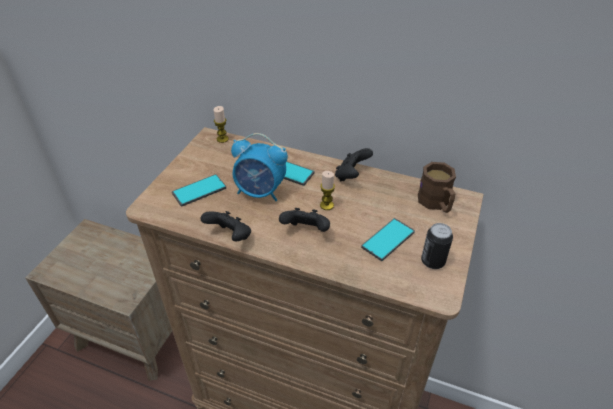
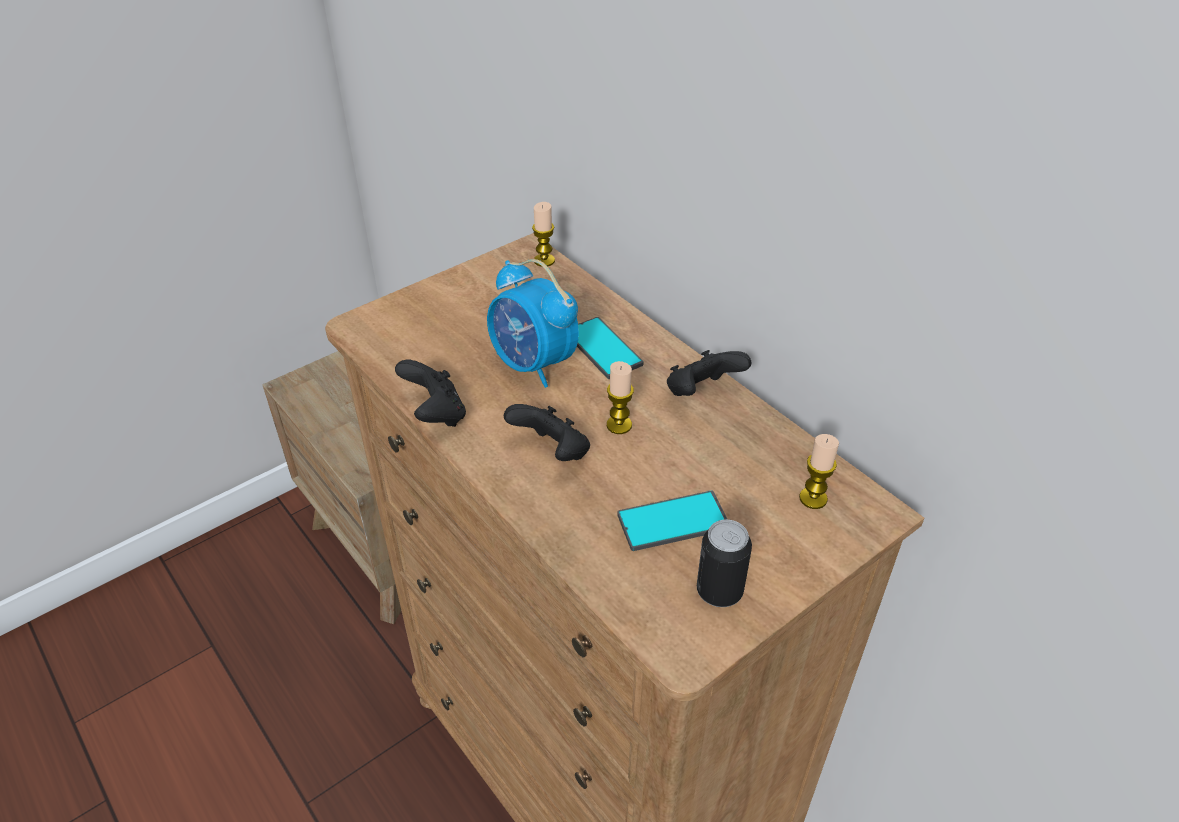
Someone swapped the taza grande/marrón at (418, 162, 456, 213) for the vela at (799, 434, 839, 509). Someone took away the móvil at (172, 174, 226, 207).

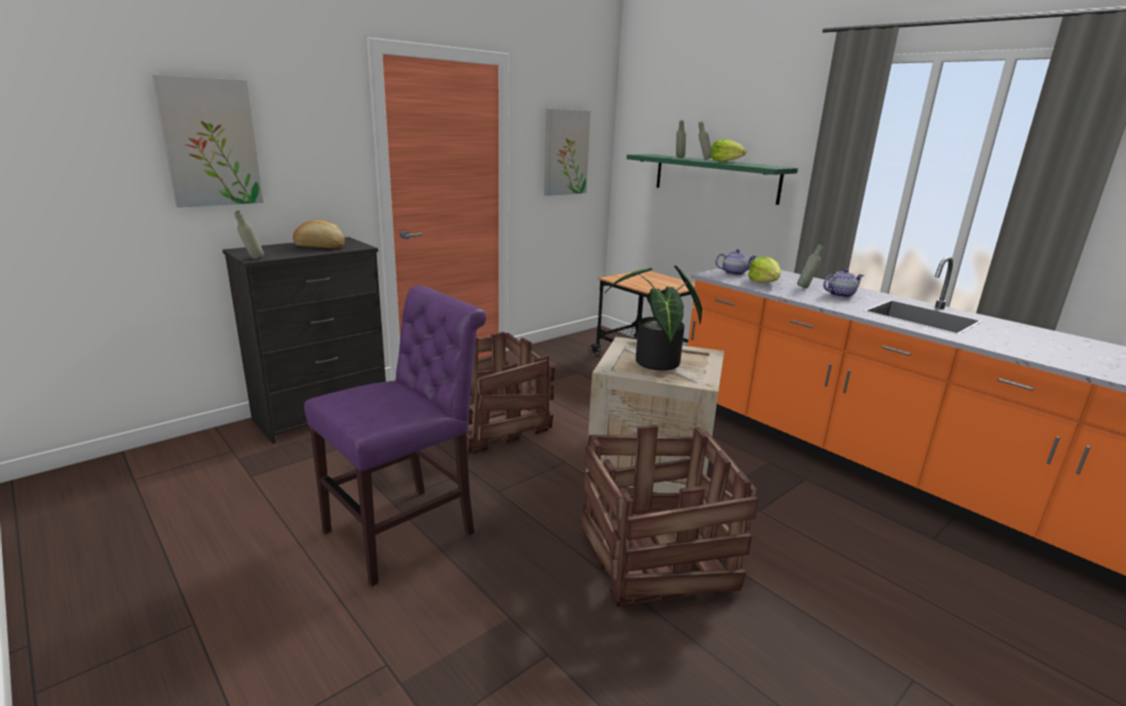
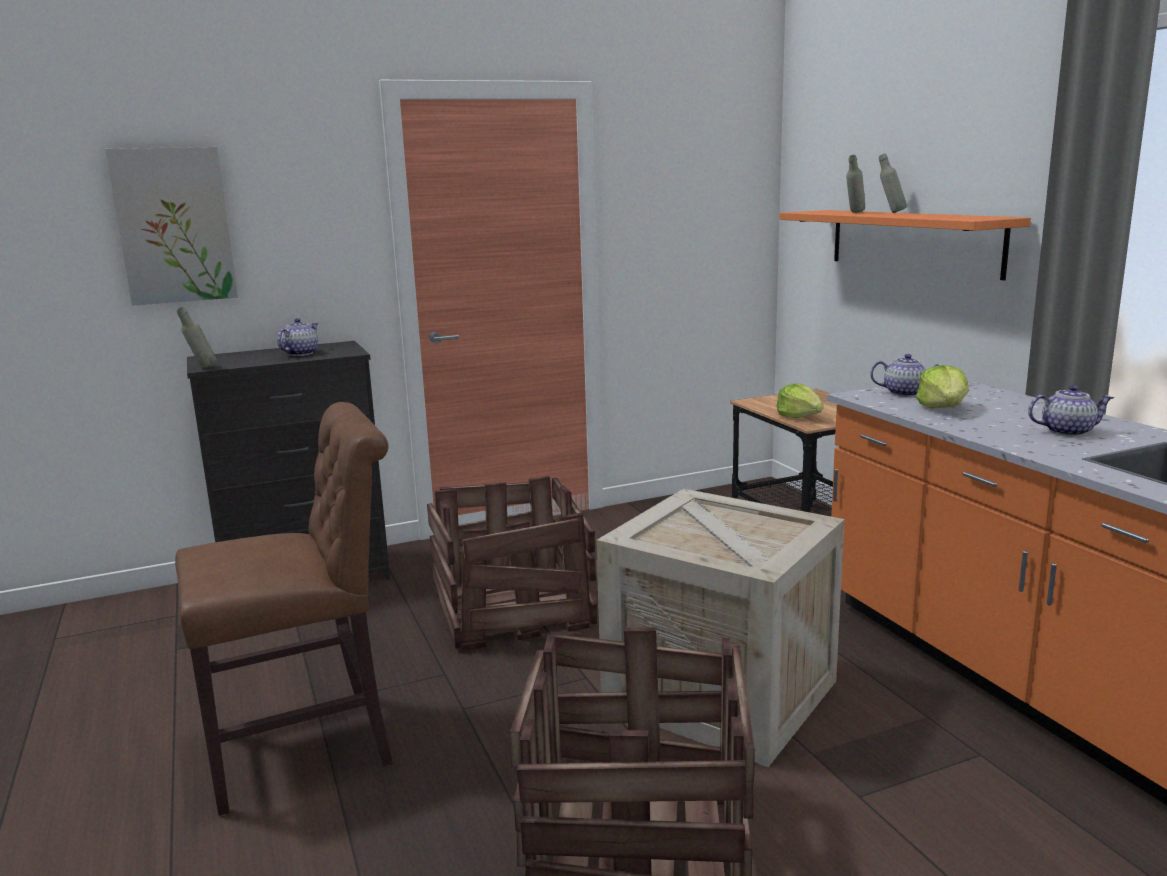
Someone repainted the silla/morado at (304, 285, 487, 586), which became the silla/marrón at (175, 402, 393, 816). Someone swapped the pan at (293, 220, 345, 248) for the tetera at (277, 318, 318, 356). Someone carried the lechuga from (710, 139, 747, 162) to (777, 384, 823, 418). Someone repainted the estante/verde at (627, 154, 798, 205), which became the estante/naranja at (779, 210, 1031, 280). Someone took away the cuadro at (544, 109, 591, 196). Someone took away the planta en maceta at (605, 266, 702, 371). Someone took away the botella/gris at (797, 244, 824, 288).

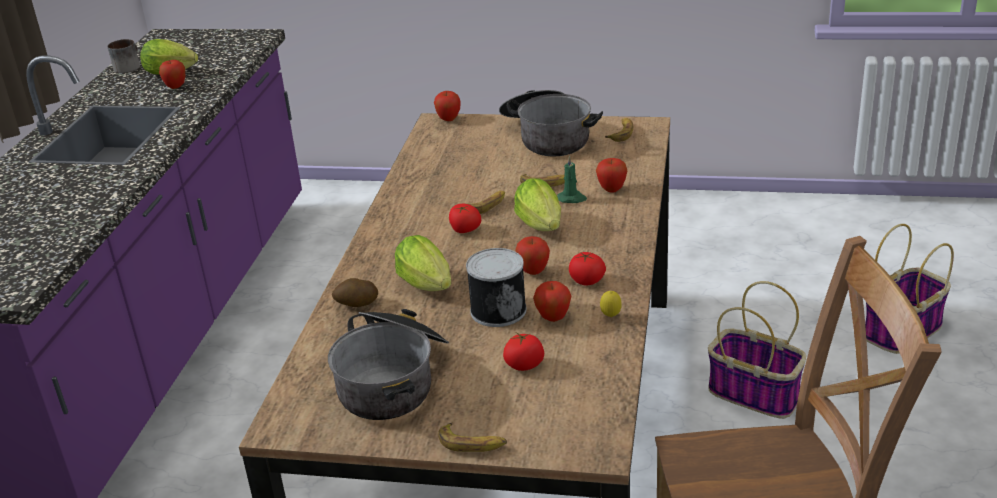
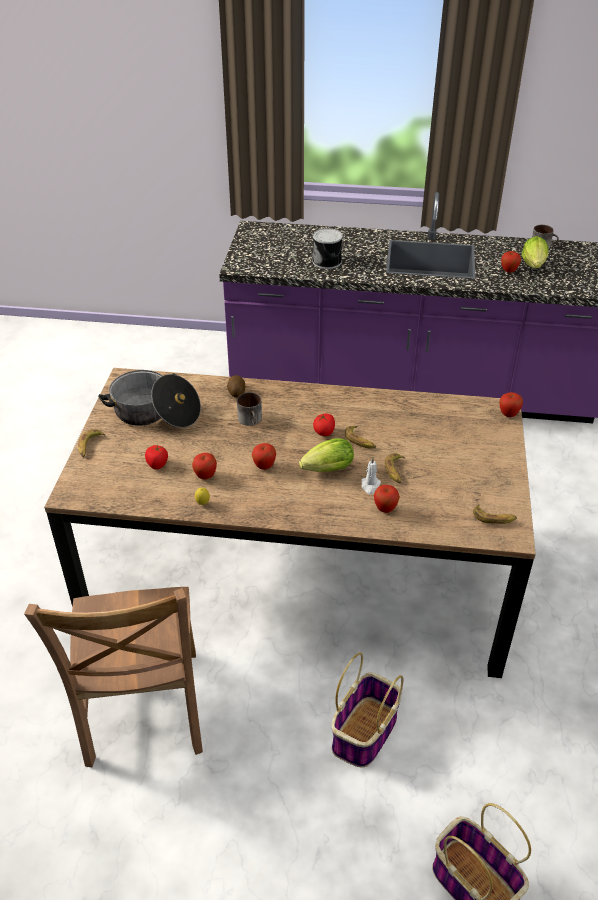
Someone swapped the lechuga at (395, 235, 452, 291) for the taza grande at (237, 392, 262, 426). Someone carried the lata from (466, 248, 527, 327) to (313, 228, 343, 269). Someone repainted the vela/verde at (557, 155, 587, 203), which became the vela/blanco at (361, 457, 381, 494). Someone took away the olla at (499, 90, 603, 156). Someone took away the tomate at (569, 252, 606, 285).

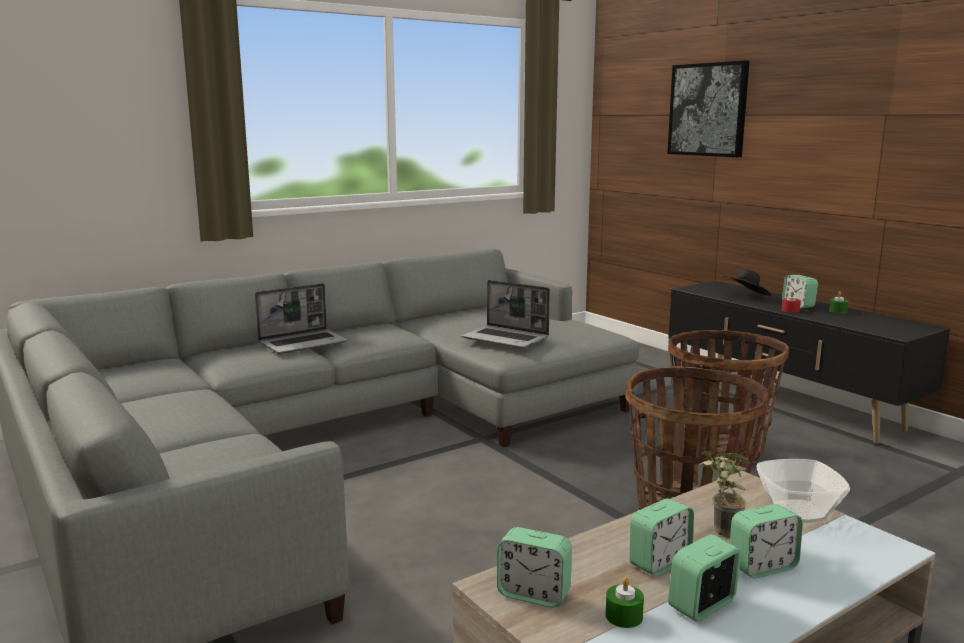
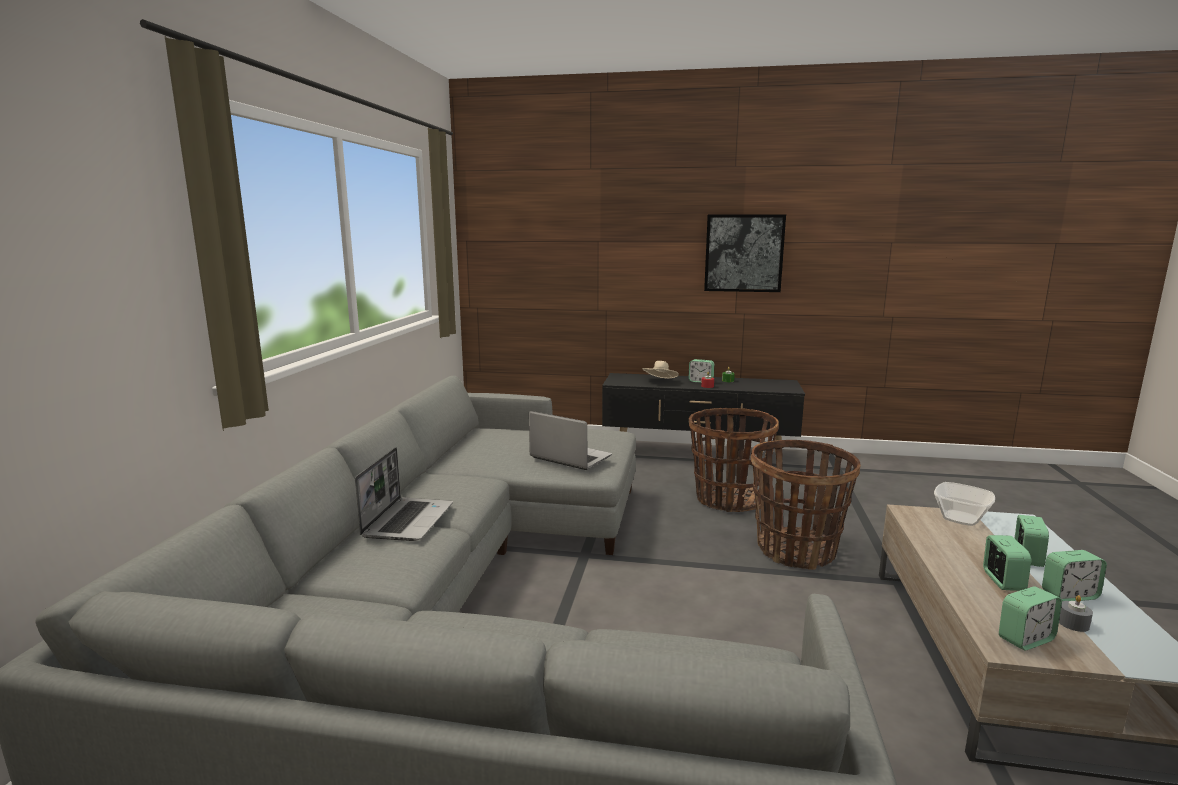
Someone rotated the portátil at (461, 280, 550, 349) by 135 degrees counterclockwise. Someone repainted the sombrero/negro at (723, 269, 771, 296), which became the sombrero/beis at (642, 361, 679, 379). Someone carried the cuadro from (667, 61, 749, 157) to (704, 214, 786, 292). Someone rotated the despertador at (668, 534, 741, 622) by 105 degrees counterclockwise. Someone repainted the vela/verde at (606, 577, 644, 628), which became the vela/gris at (1059, 595, 1093, 632). Someone took away the planta en maceta at (700, 451, 750, 538).

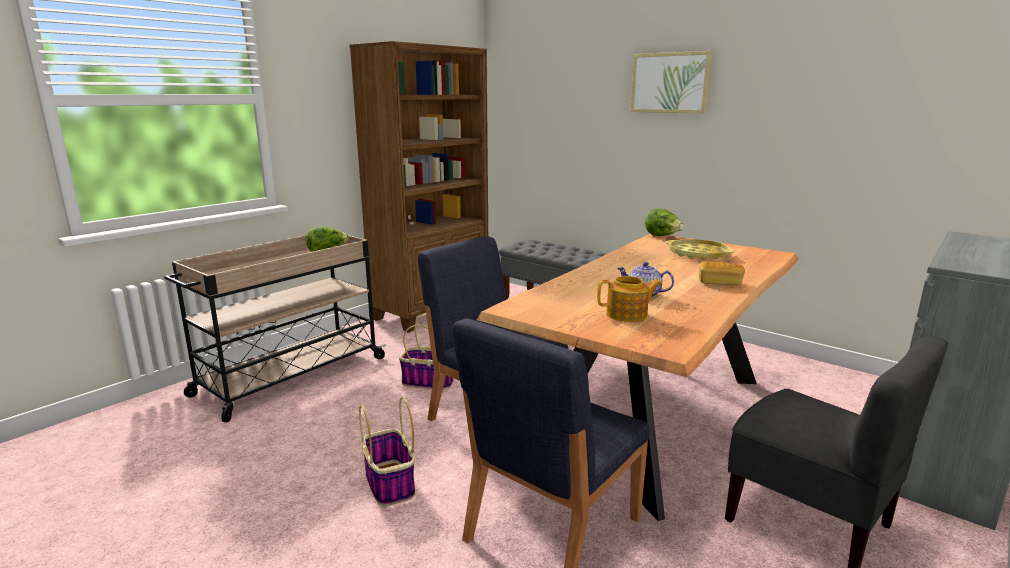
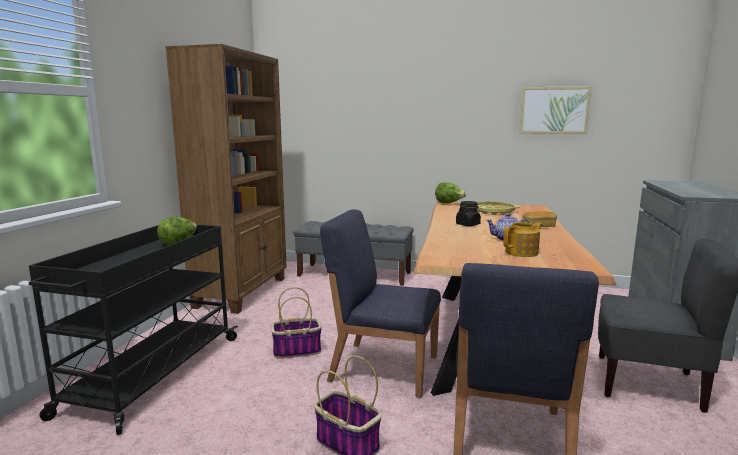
Someone repainted the carrito/beis at (164, 235, 386, 422), which became the carrito/negro at (29, 225, 238, 435). Someone put down the tarro/negro at (456, 201, 481, 226). Someone carried the cuadro from (631, 51, 712, 114) to (519, 86, 592, 134).

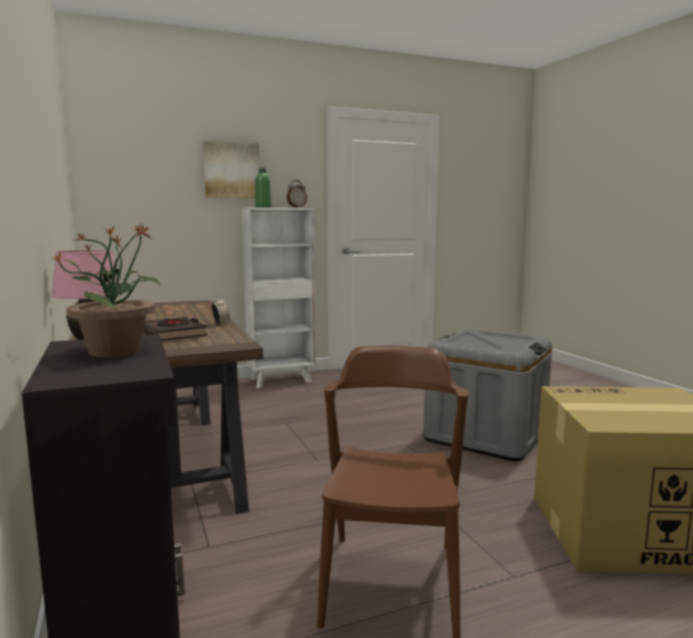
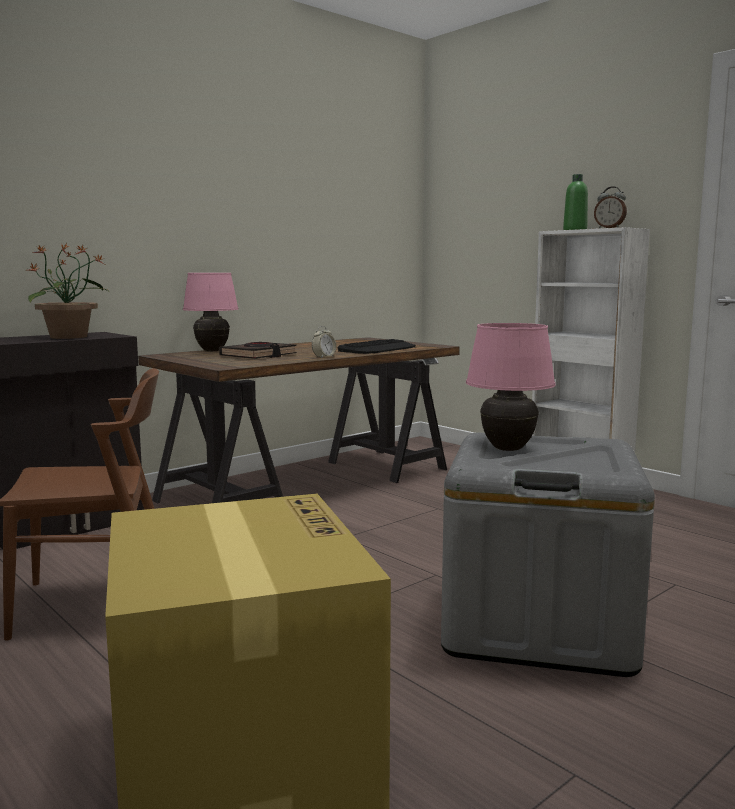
Someone put down the teclado at (338, 339, 416, 354). Someone put down the lámpara de mesa/rosa at (466, 323, 556, 451). Someone took away the cuadro at (203, 141, 260, 199).

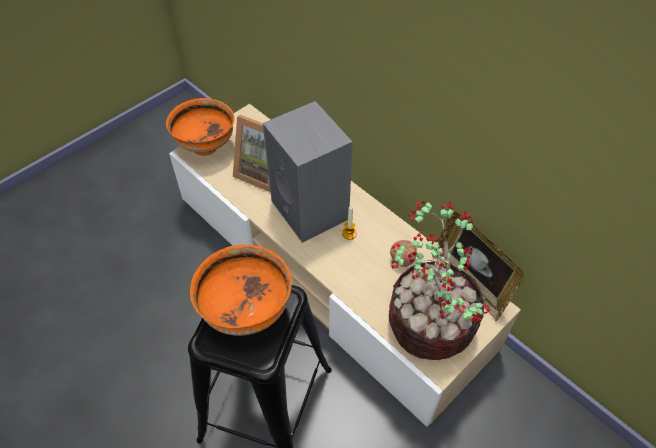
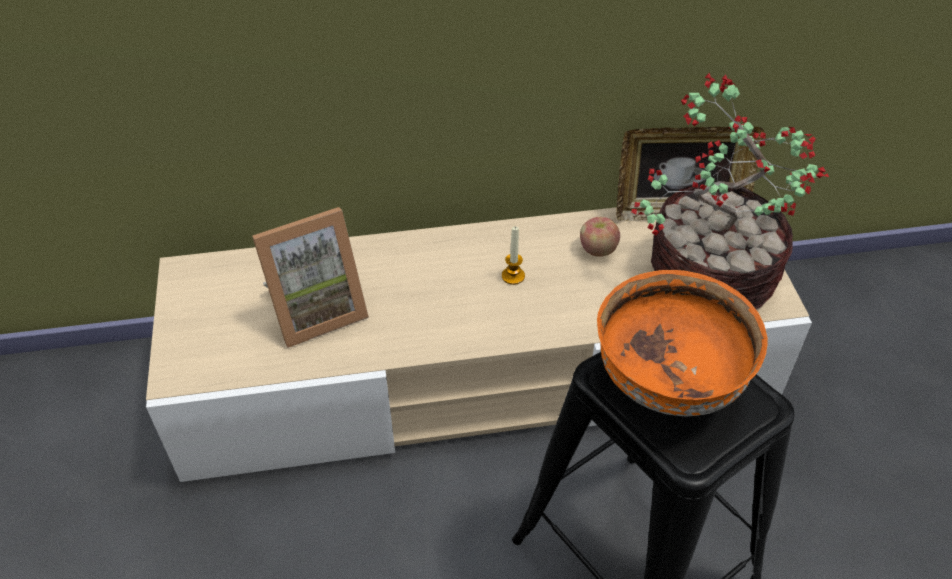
Someone took away the cuenco/naranja at (166, 98, 235, 156). Someone took away the altavoz/gris at (263, 101, 353, 243).

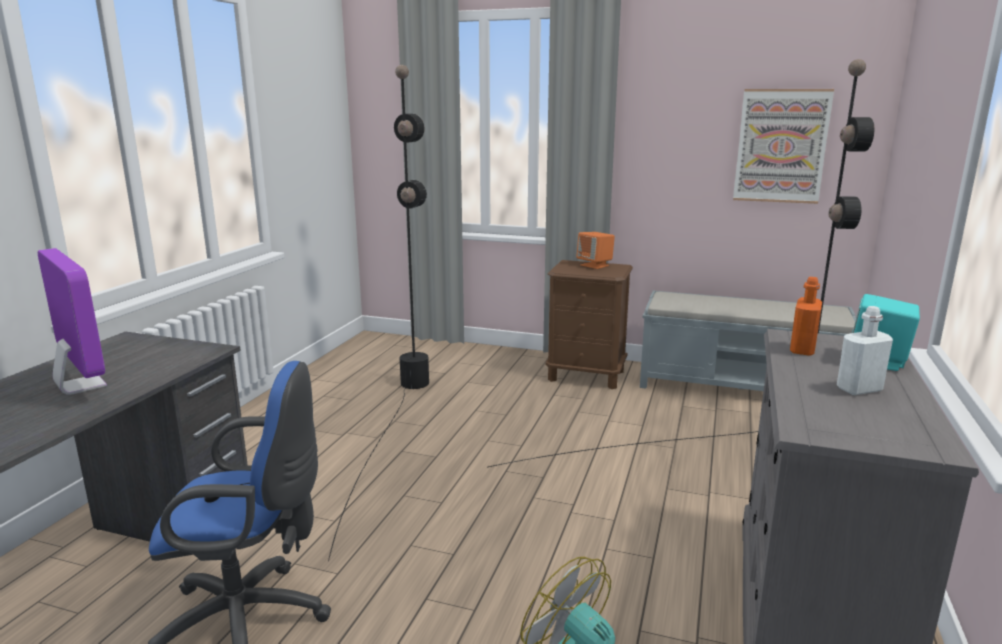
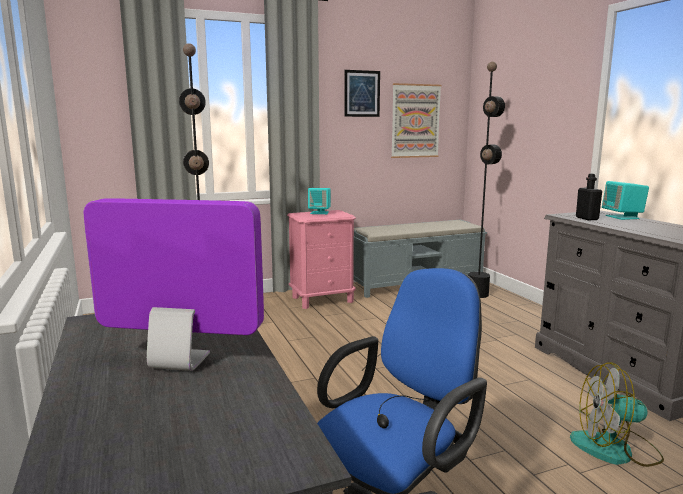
Someone repainted the mesita de noche/marrón at (545, 260, 633, 389), which became the mesita de noche/rosa at (287, 210, 356, 309). Someone repainted the altavoz/naranja at (576, 232, 615, 269), which became the altavoz/turquesa at (308, 188, 331, 214). Someone put up the cuadro at (344, 70, 380, 117). Someone repainted the botella/naranja at (790, 277, 822, 356), which became the botella/negro at (576, 174, 602, 220). Someone took away the botella/blanco at (837, 306, 893, 395).

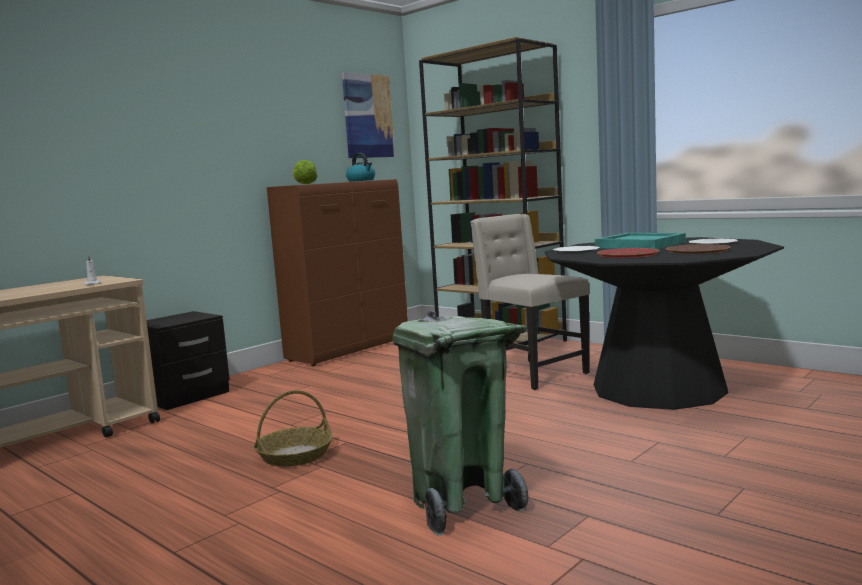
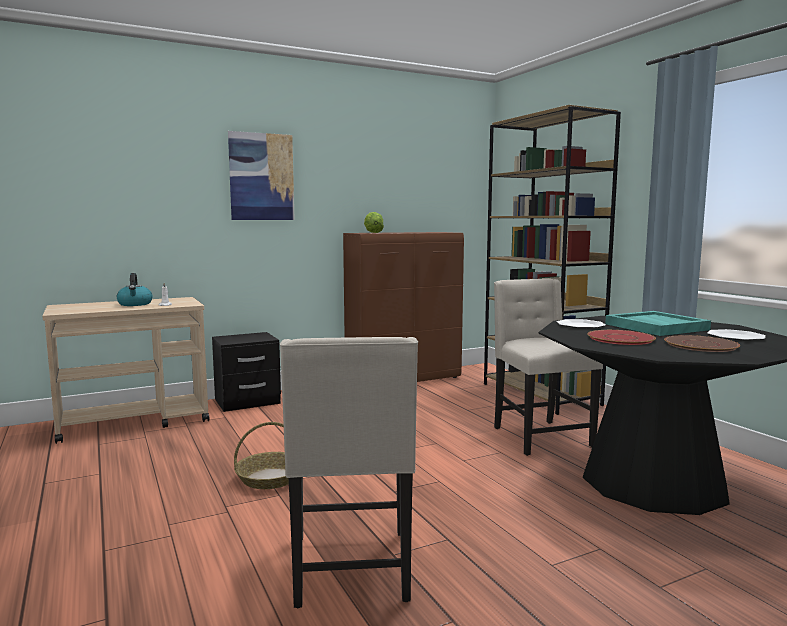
Someone carried the hervidor from (346, 153, 375, 182) to (117, 273, 153, 306). Someone carried the cuadro from (342, 72, 395, 158) to (228, 131, 295, 220). Someone swapped the papelera/verde at (393, 310, 528, 536) for the silla/beis at (280, 337, 418, 608).

